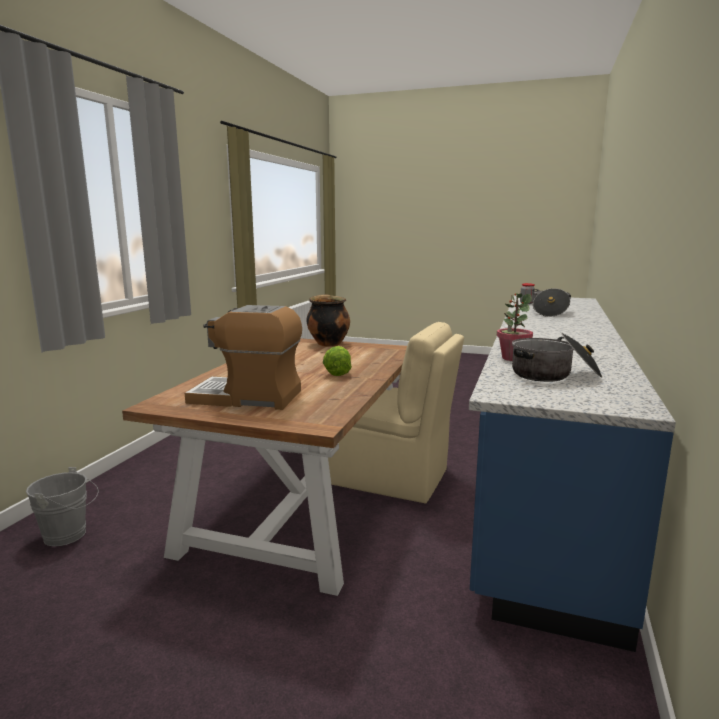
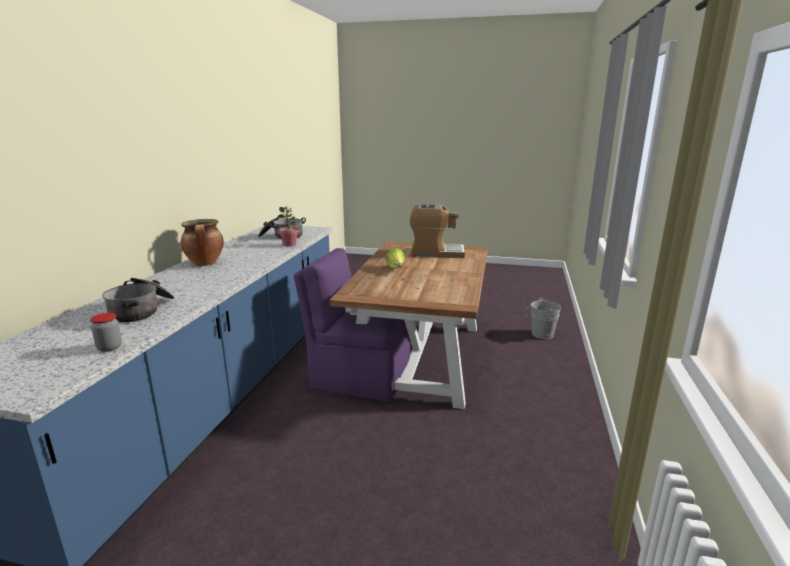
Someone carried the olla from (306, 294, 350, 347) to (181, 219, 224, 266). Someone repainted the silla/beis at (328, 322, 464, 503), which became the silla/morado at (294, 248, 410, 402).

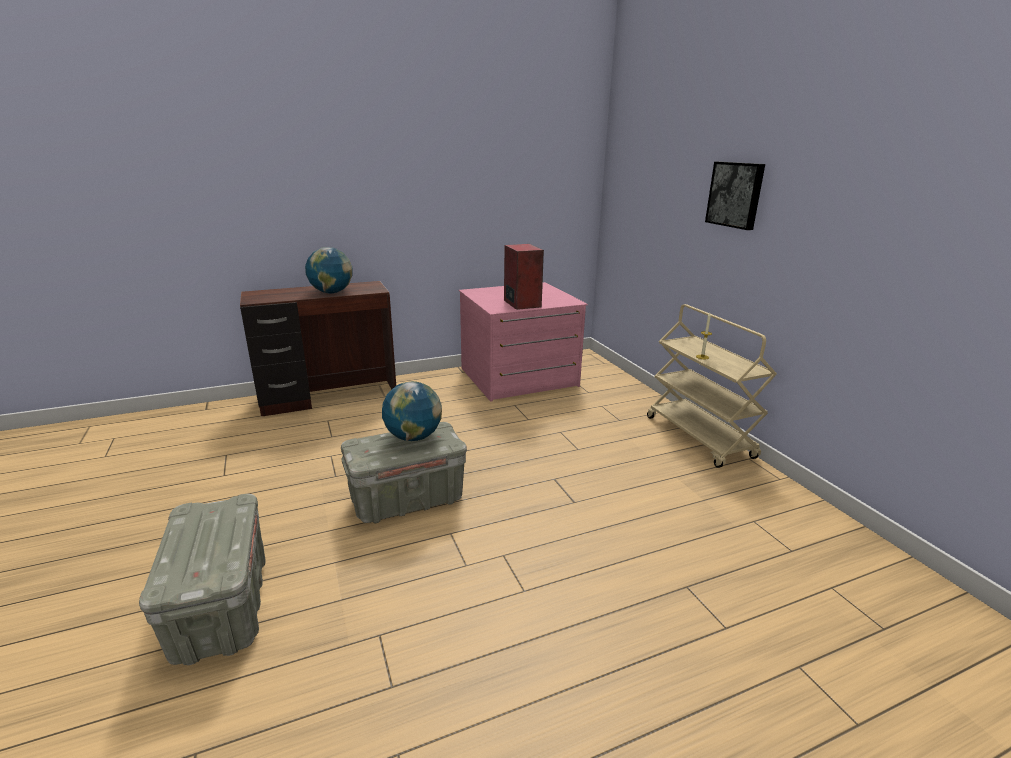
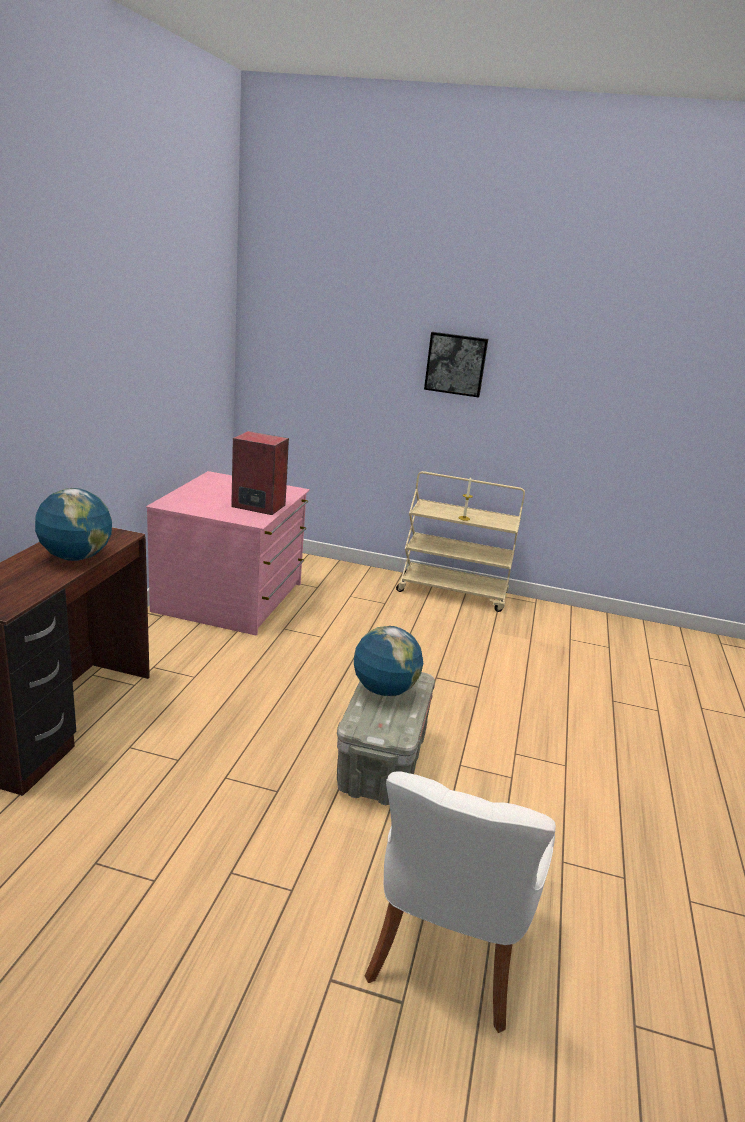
Someone swapped the caja de almacenaje/gris at (139, 494, 266, 666) for the silla/blanco at (365, 772, 556, 1033).

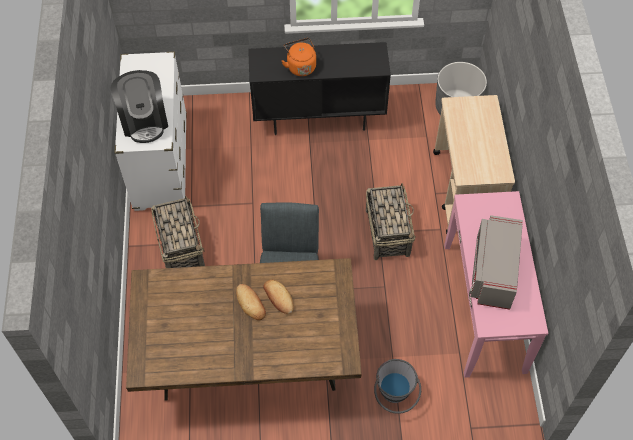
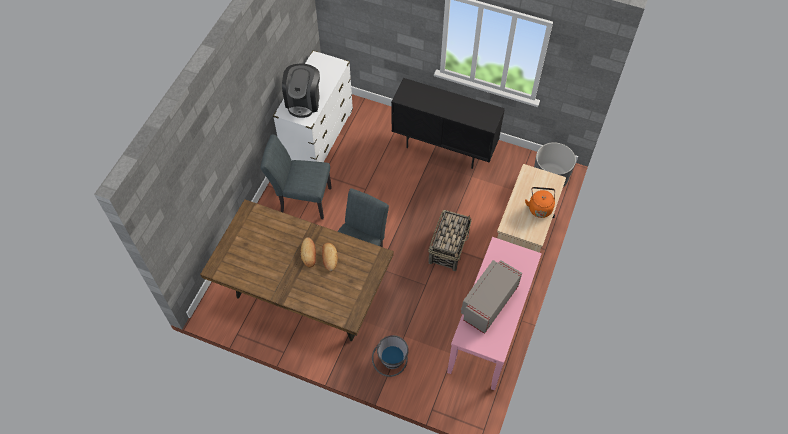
Someone swapped the cesta at (151, 196, 205, 268) for the silla/gris at (261, 134, 332, 219). Someone carried the hervidor/naranja from (282, 38, 316, 76) to (525, 187, 555, 218).

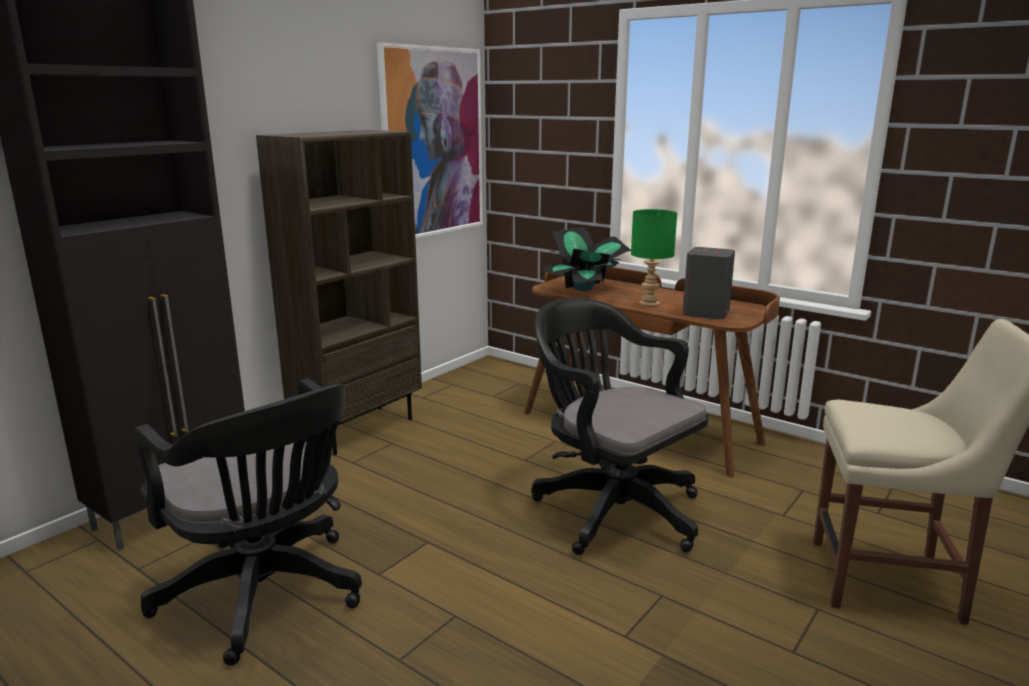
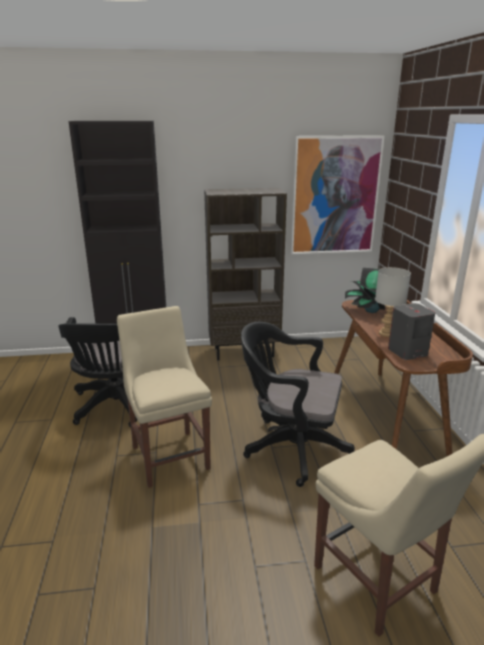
Someone put down the silla/beis at (117, 306, 212, 488). Someone rotated the silla de oficina/negro at (531, 298, 708, 555) by 75 degrees counterclockwise. Someone repainted the lámpara de mesa/verde at (631, 209, 677, 307), which became the lámpara de mesa/gris at (375, 267, 411, 337).

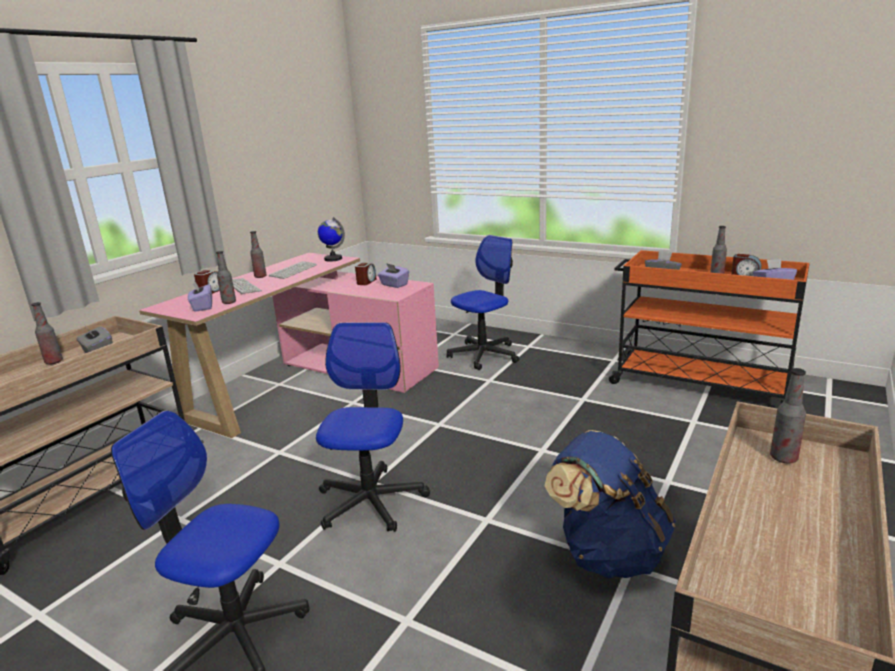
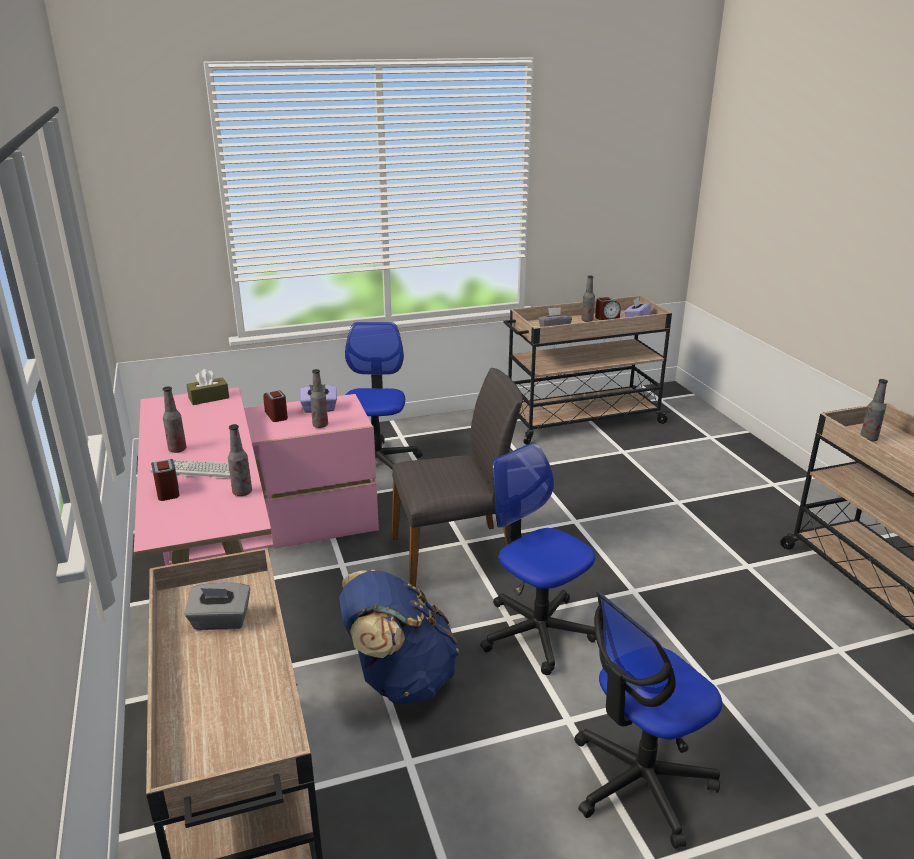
Someone swapped the globo terráqueo at (318, 217, 345, 262) for the caja de pañuelos/marrón at (186, 369, 229, 405). Someone carried the botella from (31, 302, 63, 364) to (310, 369, 328, 428). Someone carried the mochila/azul from (545, 430, 675, 579) to (339, 570, 459, 705). Someone put down the silla/gris at (392, 368, 523, 587). Someone repainted the carrito/naranja at (609, 250, 810, 403), which became the carrito/beis at (504, 296, 672, 445). Someone took away the caja de pañuelos/morado at (188, 280, 212, 312). Someone took away the teclado at (269, 261, 317, 279).

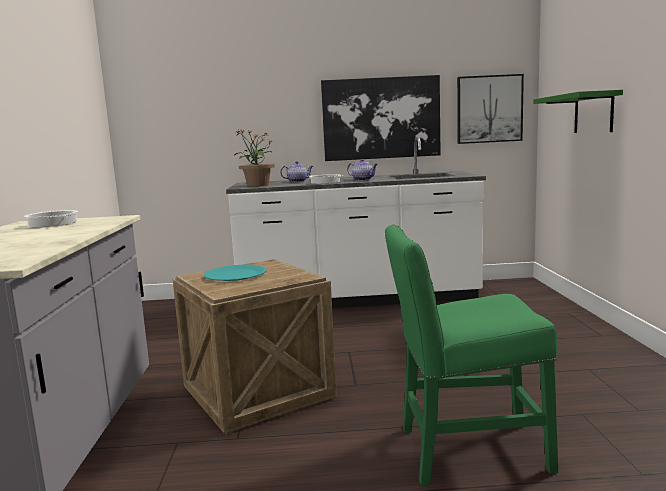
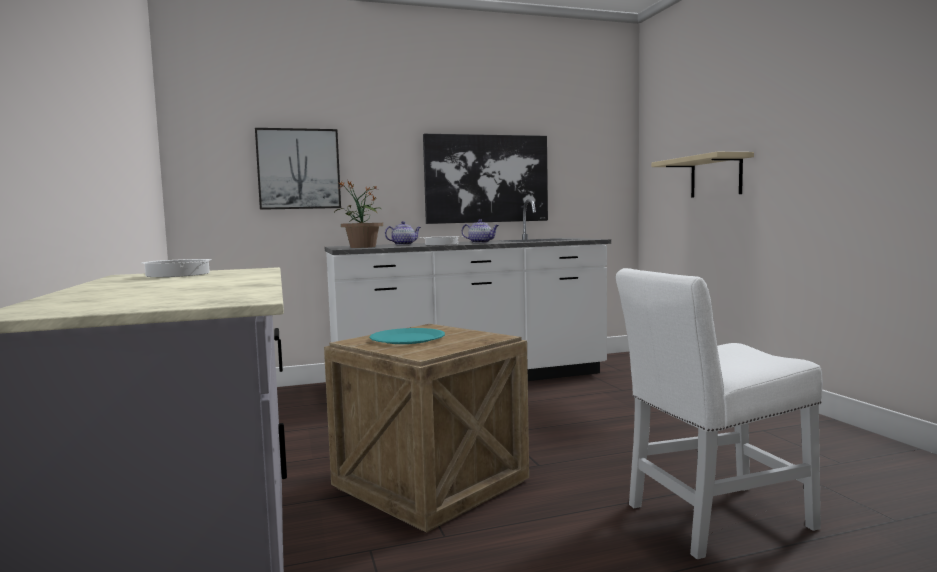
Someone carried the cuadro from (457, 74, 524, 144) to (255, 128, 341, 210). Someone repainted the silla/verde at (385, 225, 558, 486), which became the silla/blanco at (616, 268, 823, 559). Someone repainted the estante/verde at (533, 90, 623, 133), which became the estante/beis at (651, 152, 754, 198).

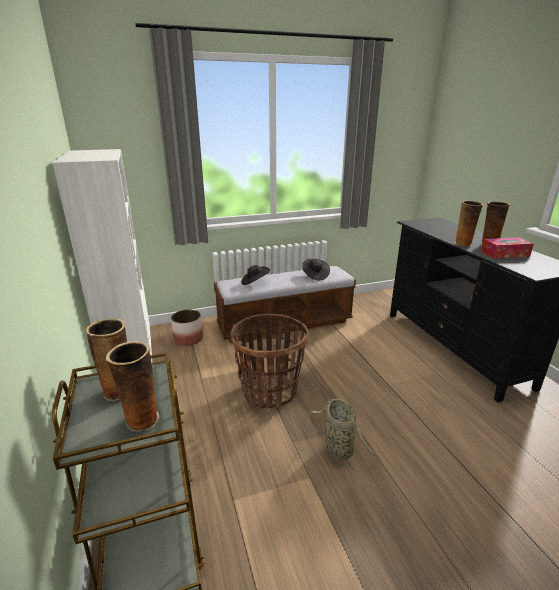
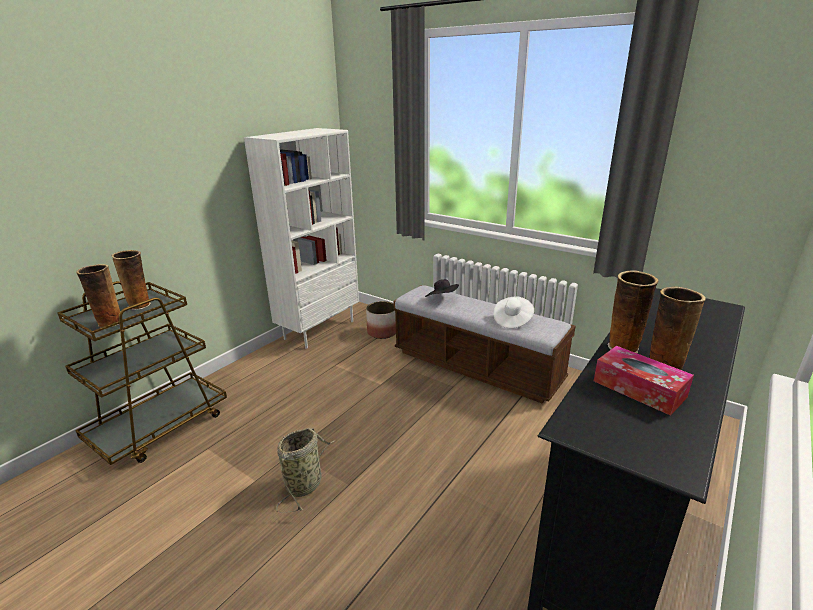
Someone repainted the sombrero/negro at (302, 258, 330, 280), which became the sombrero/blanco at (493, 297, 534, 328). Someone took away the cesta at (231, 314, 309, 409).

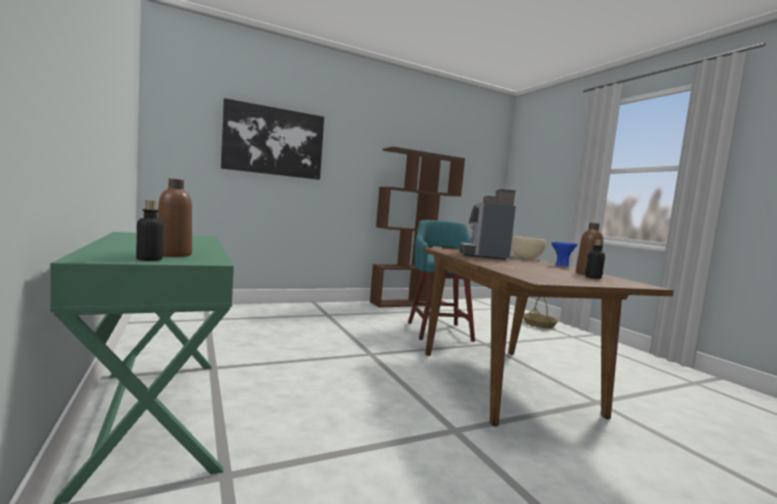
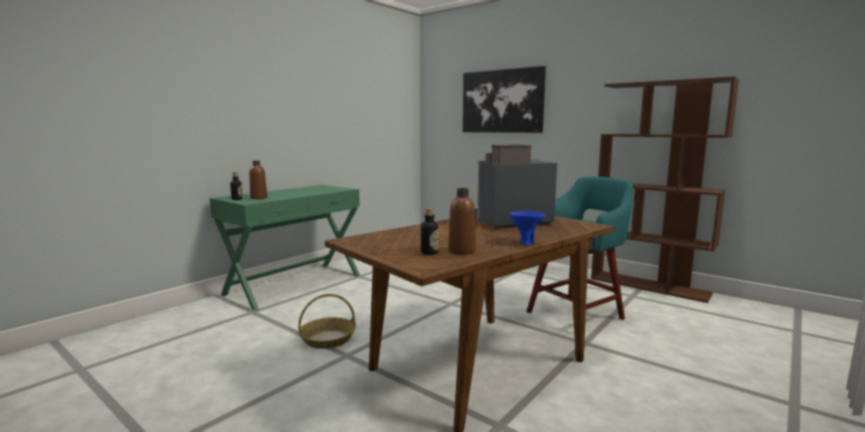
Someone carried the cesta from (523, 297, 559, 328) to (298, 294, 356, 349). Someone took away the cuenco/beis at (511, 236, 546, 259).

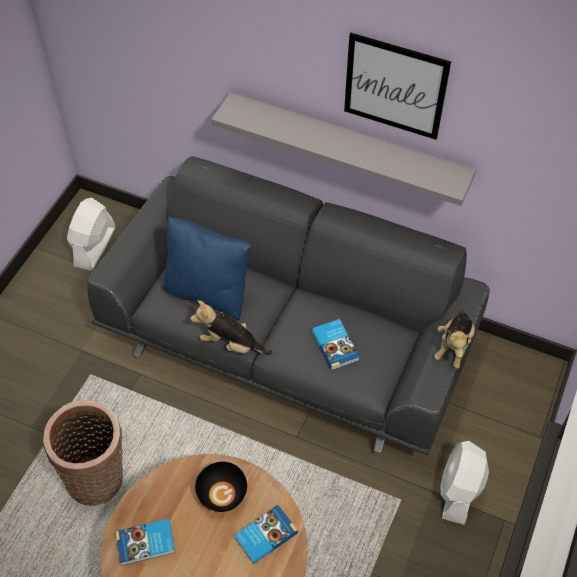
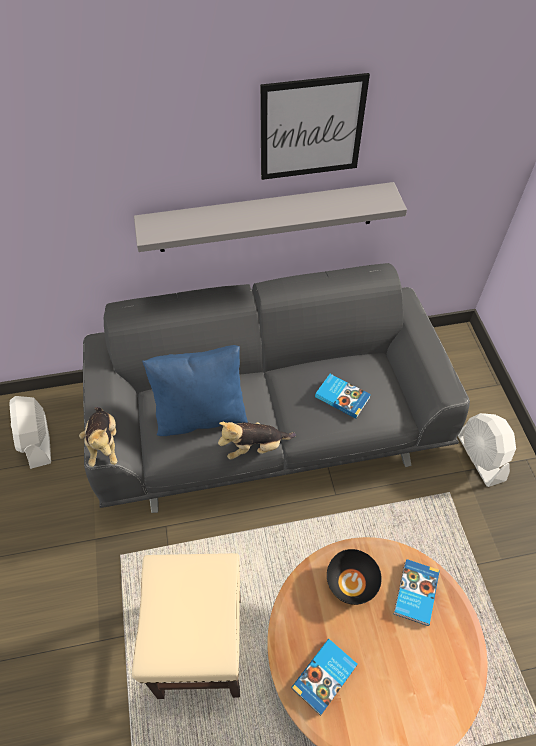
Someone carried the peluche from (434, 311, 475, 369) to (79, 407, 117, 467). Someone swapped the cesta at (43, 400, 123, 506) for the taburete/beis at (132, 553, 241, 699).

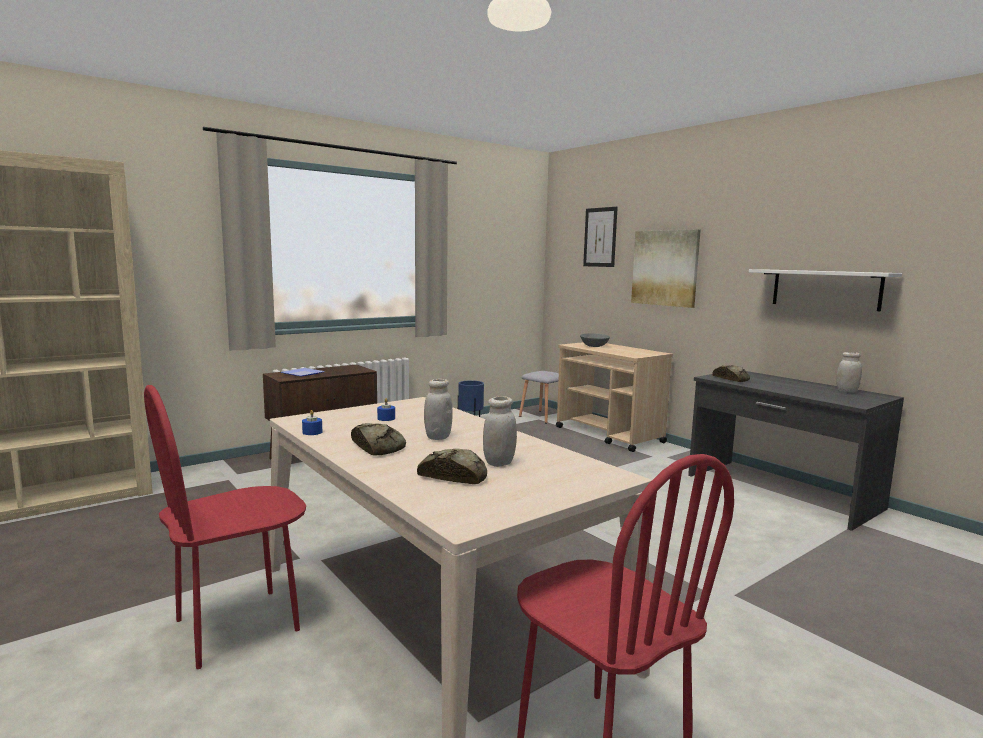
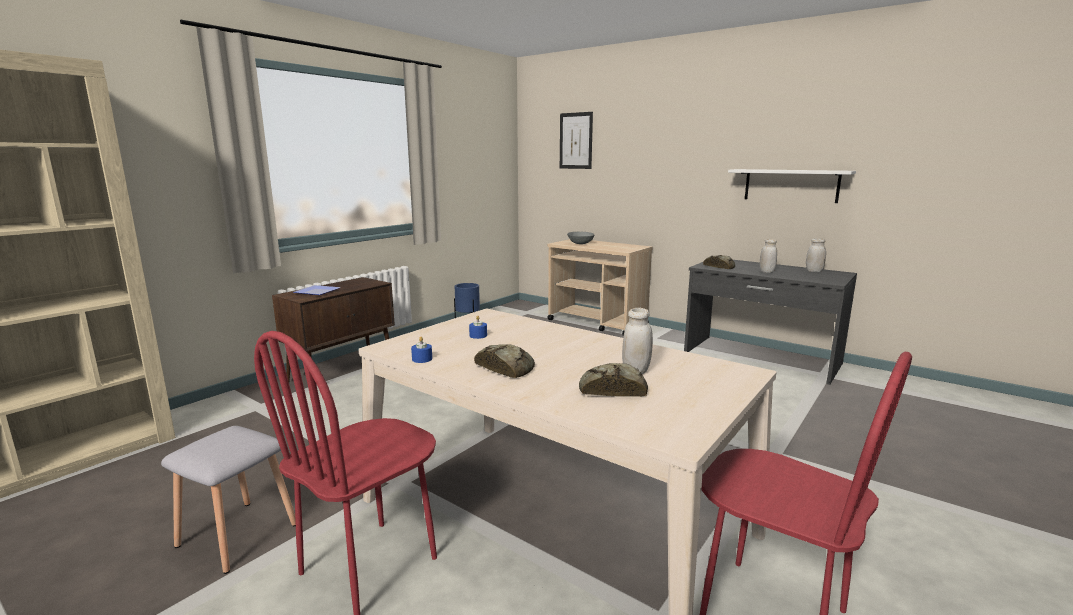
Someone carried the taburete/gris from (519, 371, 559, 423) to (161, 426, 296, 574). Someone carried the tarro/blanco from (424, 379, 453, 440) to (760, 239, 777, 273). Someone took away the cuadro at (631, 229, 701, 308).

